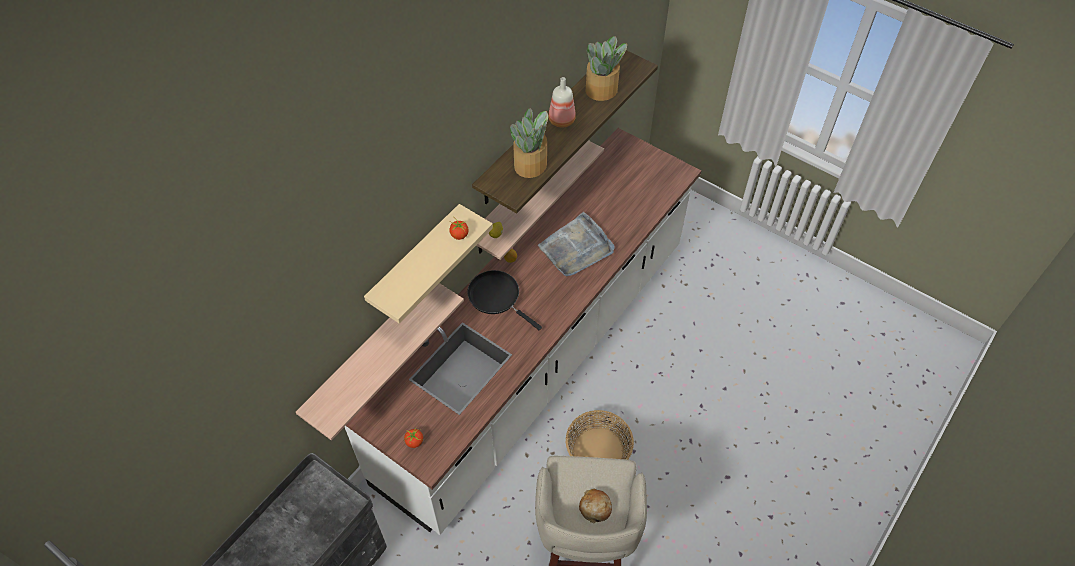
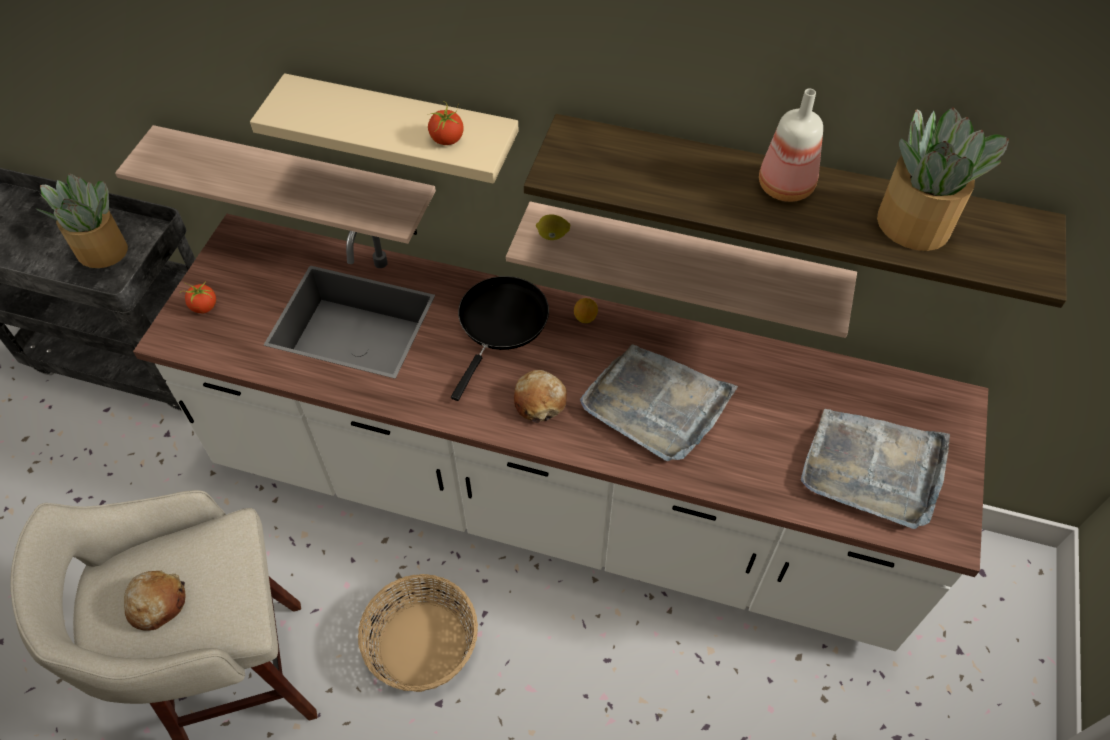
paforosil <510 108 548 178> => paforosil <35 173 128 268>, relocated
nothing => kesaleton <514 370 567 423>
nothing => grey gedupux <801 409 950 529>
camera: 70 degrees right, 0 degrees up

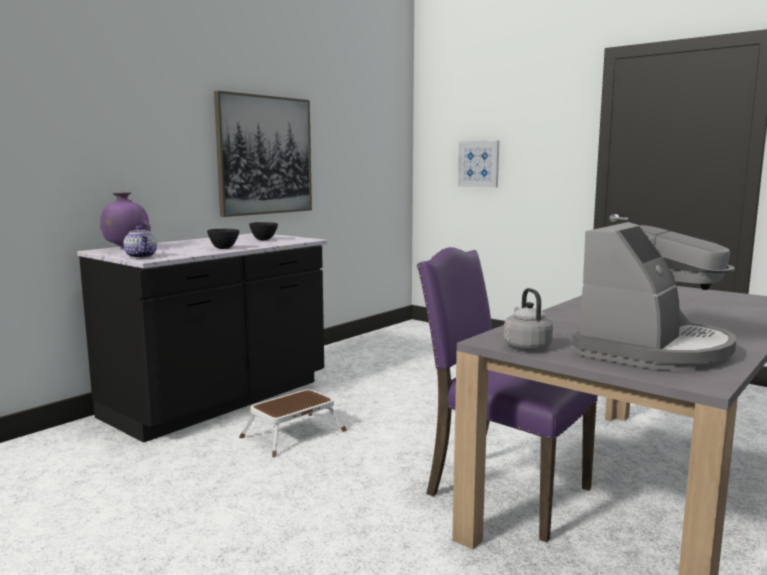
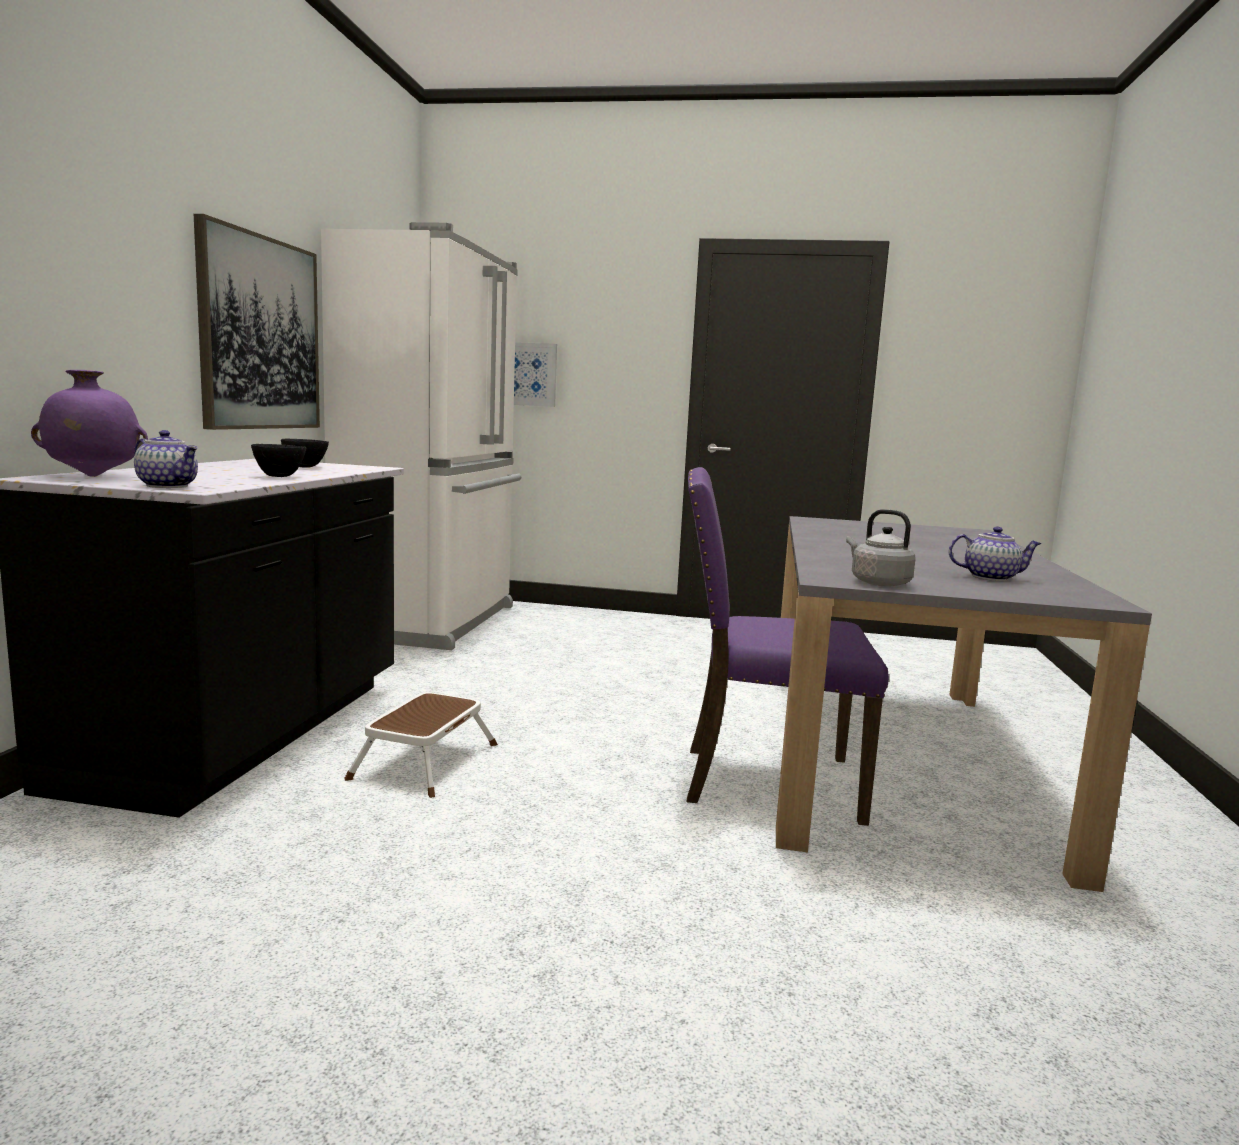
nothing => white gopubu <321 222 521 650>
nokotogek <572 222 736 371> => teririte <949 527 1042 581>
camera: 30 degrees left, 0 degrees up

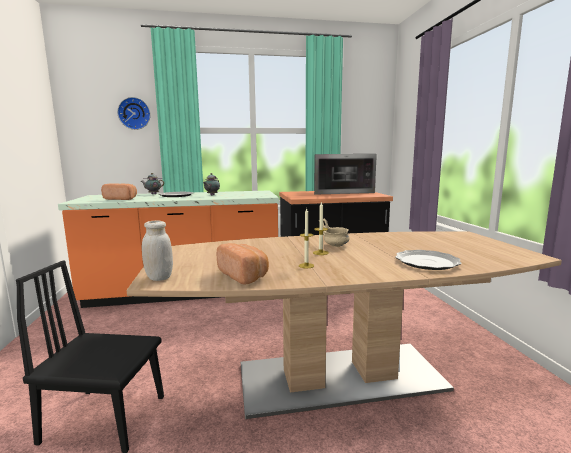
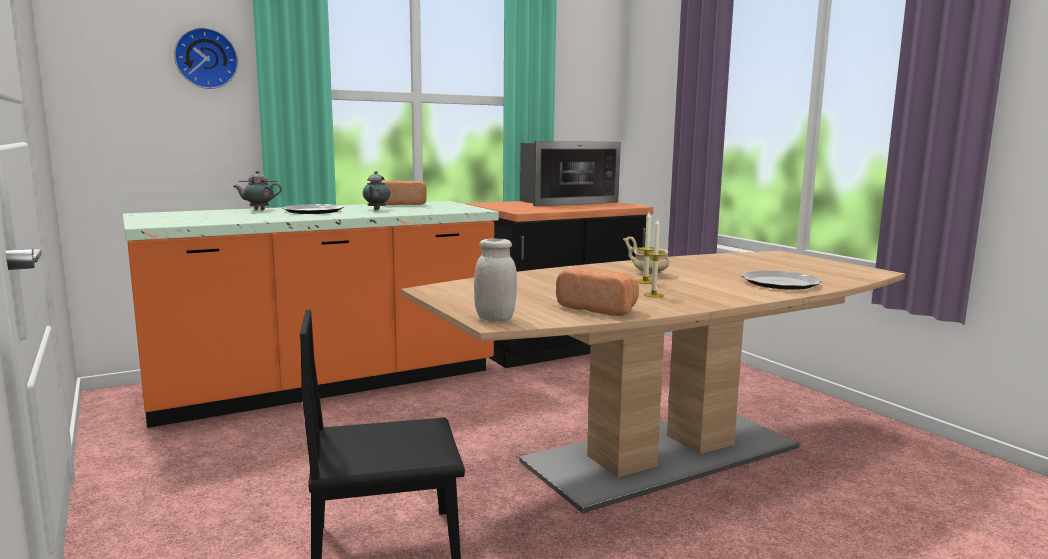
kesaleton <101 183 137 200> => kesaleton <382 181 427 205>, relocated
camera: 20 degrees left, 0 degrees up

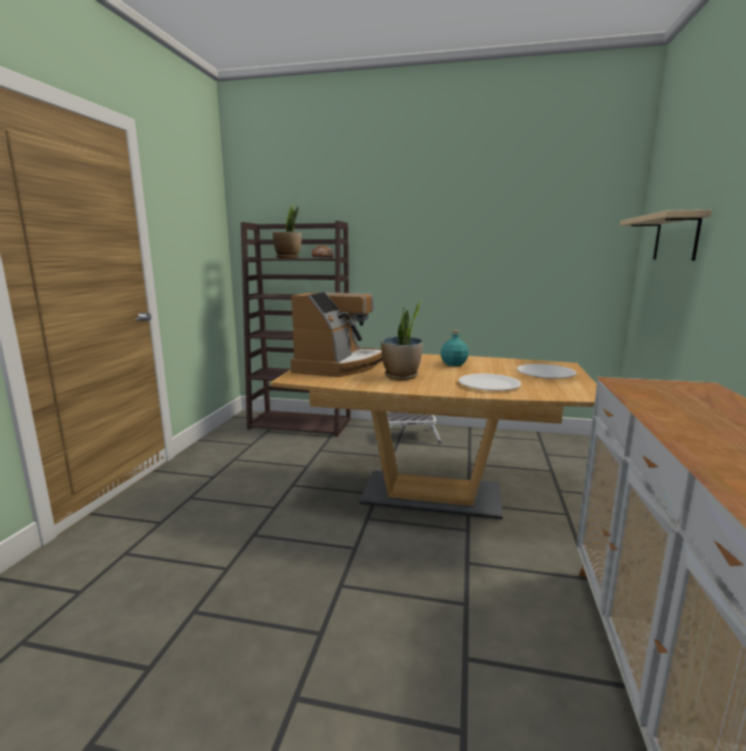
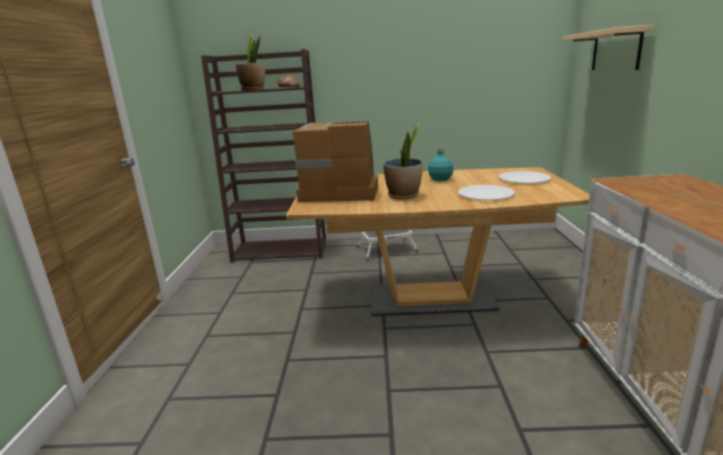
nokotogek <290 292 383 377> => nokotogek <293 121 378 202>, 90 degrees counterclockwise
camera: 10 degrees left, 5 degrees up

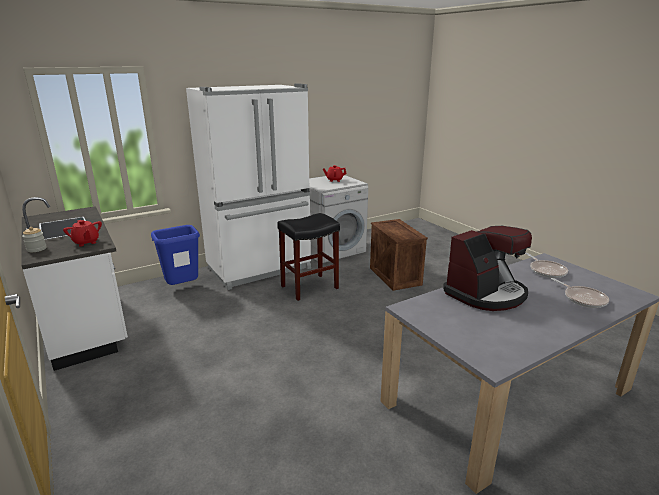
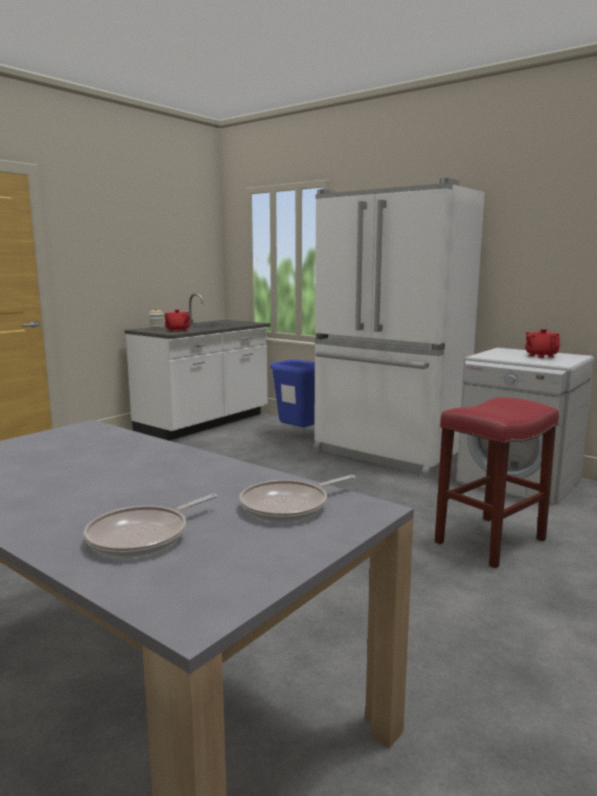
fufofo <370 219 428 291> => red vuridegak <435 397 559 568>
black vuridegak <277 213 340 301> => nothing
nokotogek <443 226 532 311> => nothing
camera: 70 degrees right, 10 degrees down

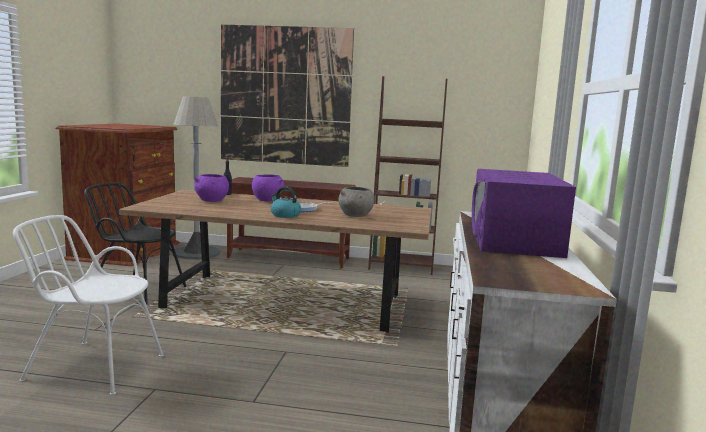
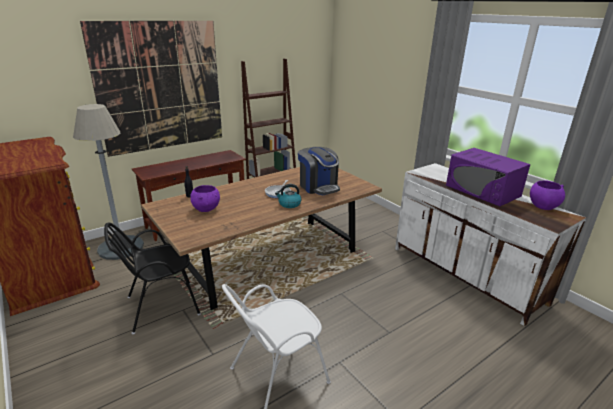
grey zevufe <338 187 375 217> => nokotogek <298 147 340 195>
purple zevufe <252 174 284 201> => purple zevufe <530 180 565 210>, relocated
camera: 45 degrees left, 15 degrees up

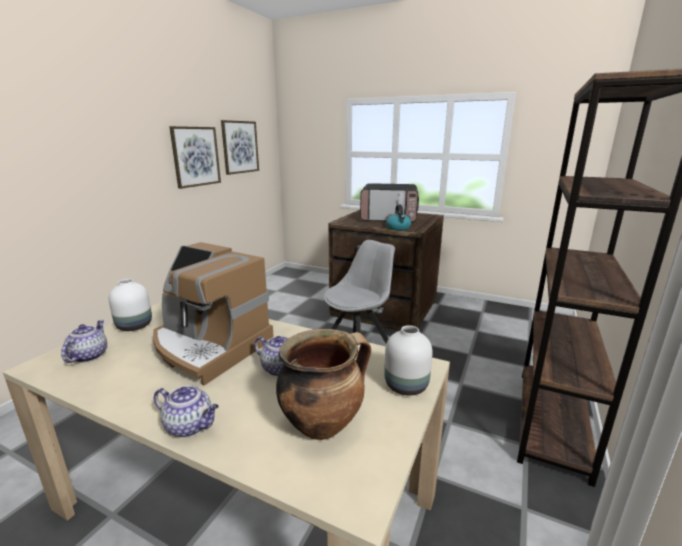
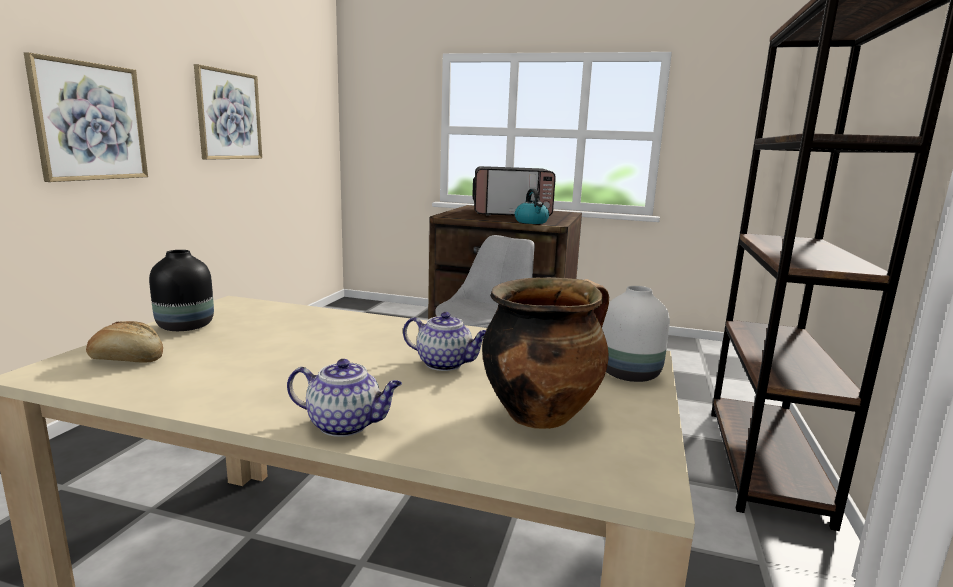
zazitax <221 120 259 175> => zazitax <24 52 148 182>, relocated
teririte <61 320 107 363> => kesaleton <86 321 163 363>
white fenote <109 279 152 331> => black fenote <149 250 214 331>
nokotogek <153 242 274 386> => nothing
camera: 10 degrees left, 5 degrees down

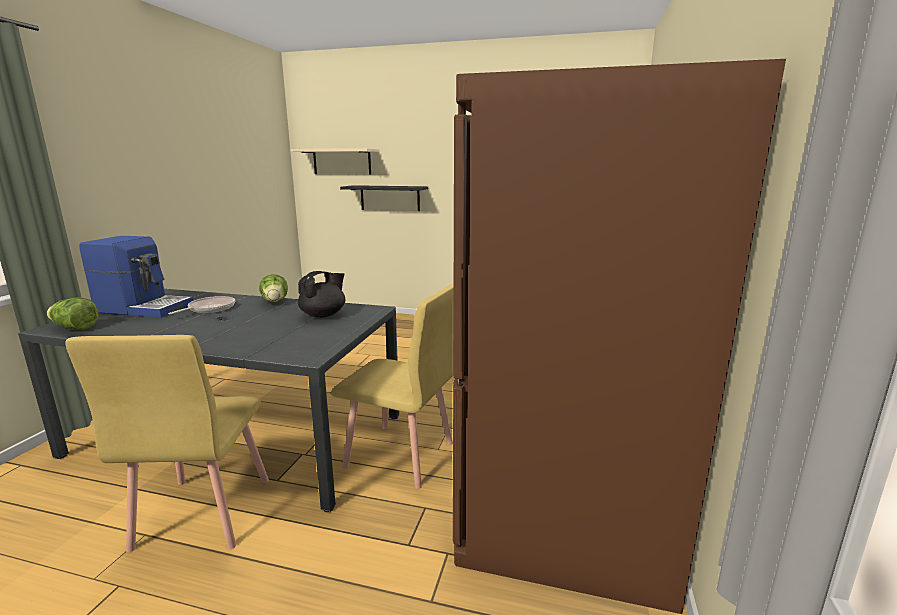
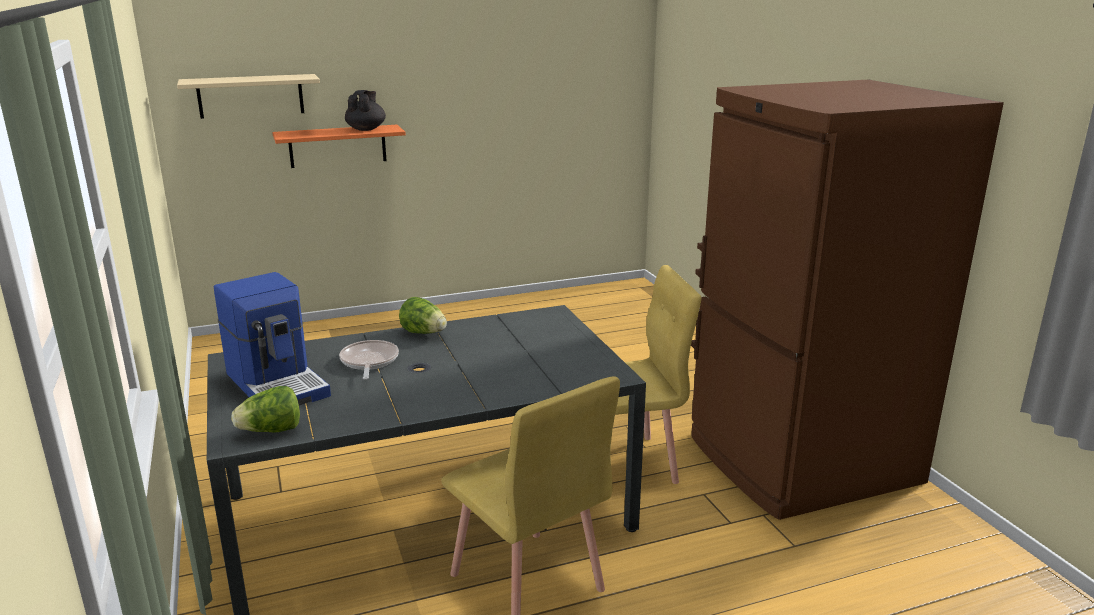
nokotogek <79 236 193 318> => nokotogek <214 272 331 405>, 75 degrees clockwise
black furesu <340 185 428 211> => orange furesu <272 125 406 168>
black teririte <298 271 345 318> => black teririte <345 90 386 131>, relocated
camera: 35 degrees left, 5 degrees up

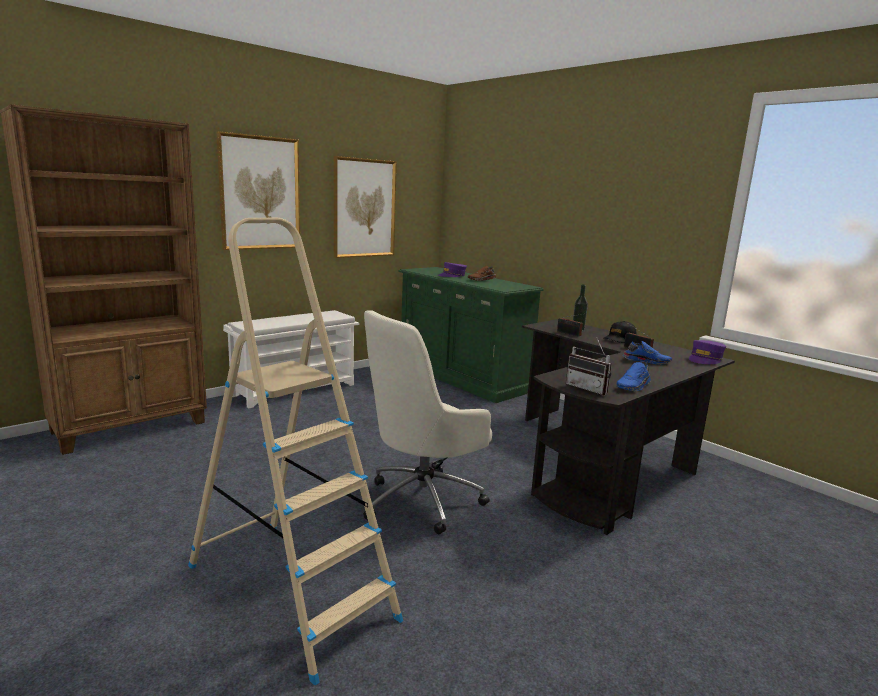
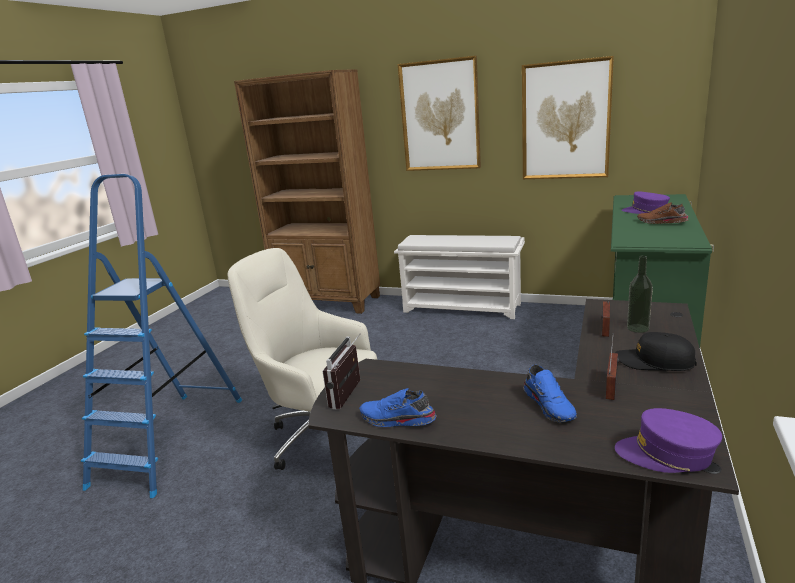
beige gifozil <188 218 403 685> => blue gifozil <81 174 242 498>
camera: 65 degrees right, 5 degrees up

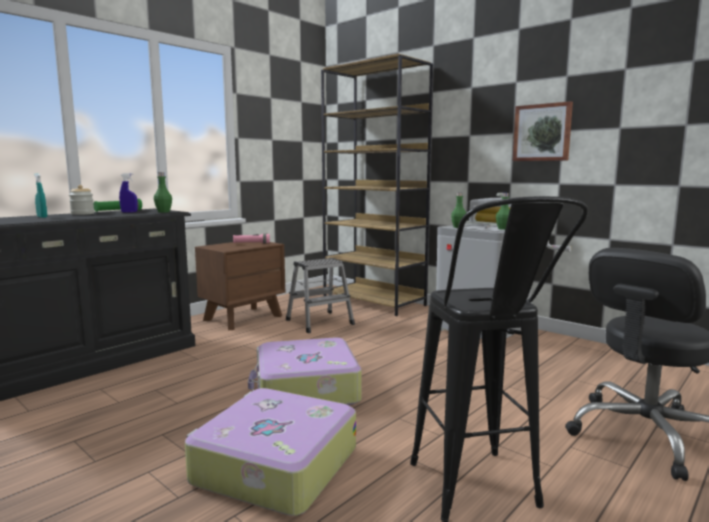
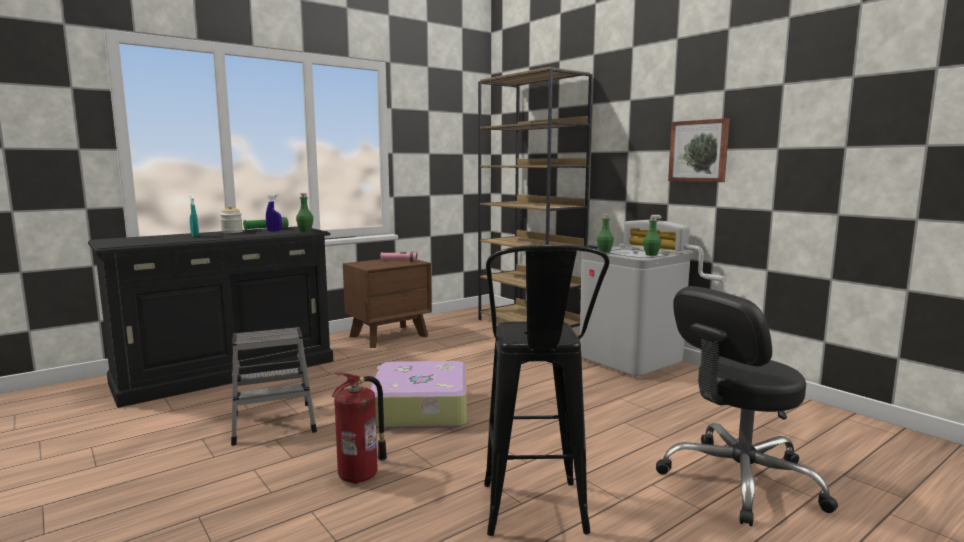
grey gifozil <286 258 355 333> => grey gifozil <231 327 317 446>, relocated
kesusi <185 388 356 516> => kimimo <332 372 387 484>
camera: 10 degrees right, 0 degrees up

